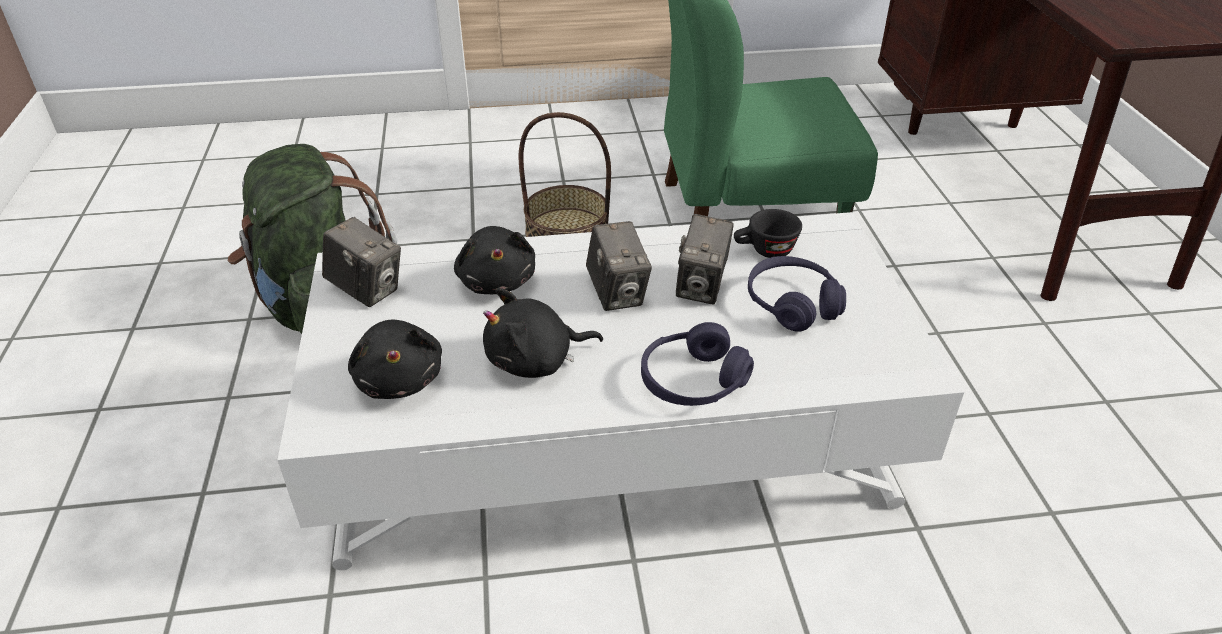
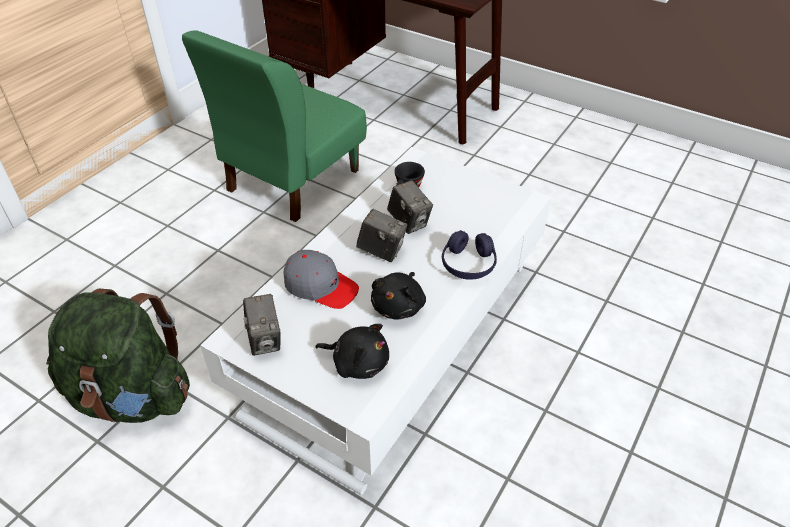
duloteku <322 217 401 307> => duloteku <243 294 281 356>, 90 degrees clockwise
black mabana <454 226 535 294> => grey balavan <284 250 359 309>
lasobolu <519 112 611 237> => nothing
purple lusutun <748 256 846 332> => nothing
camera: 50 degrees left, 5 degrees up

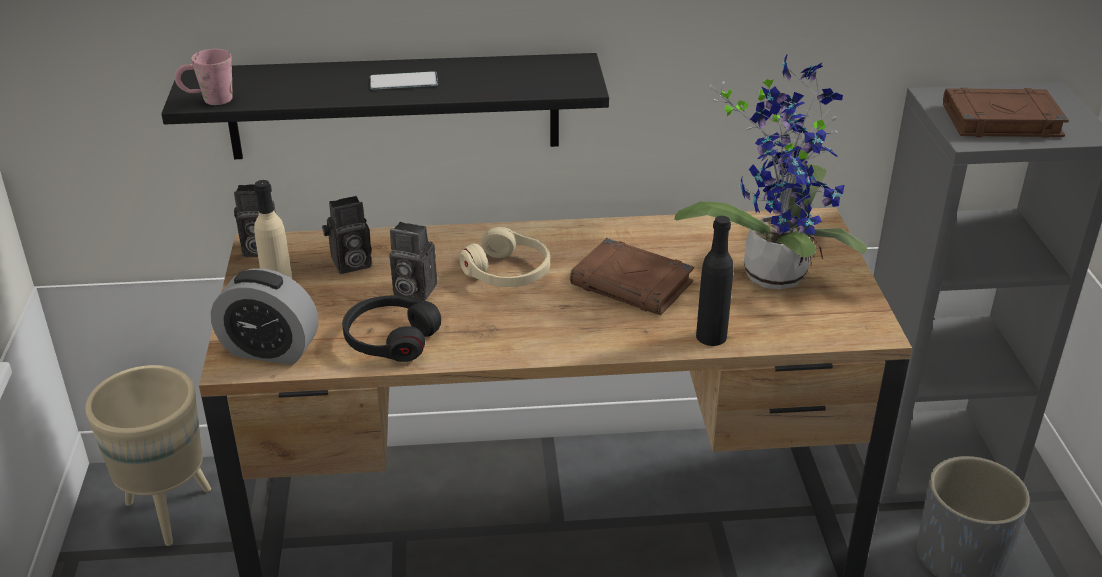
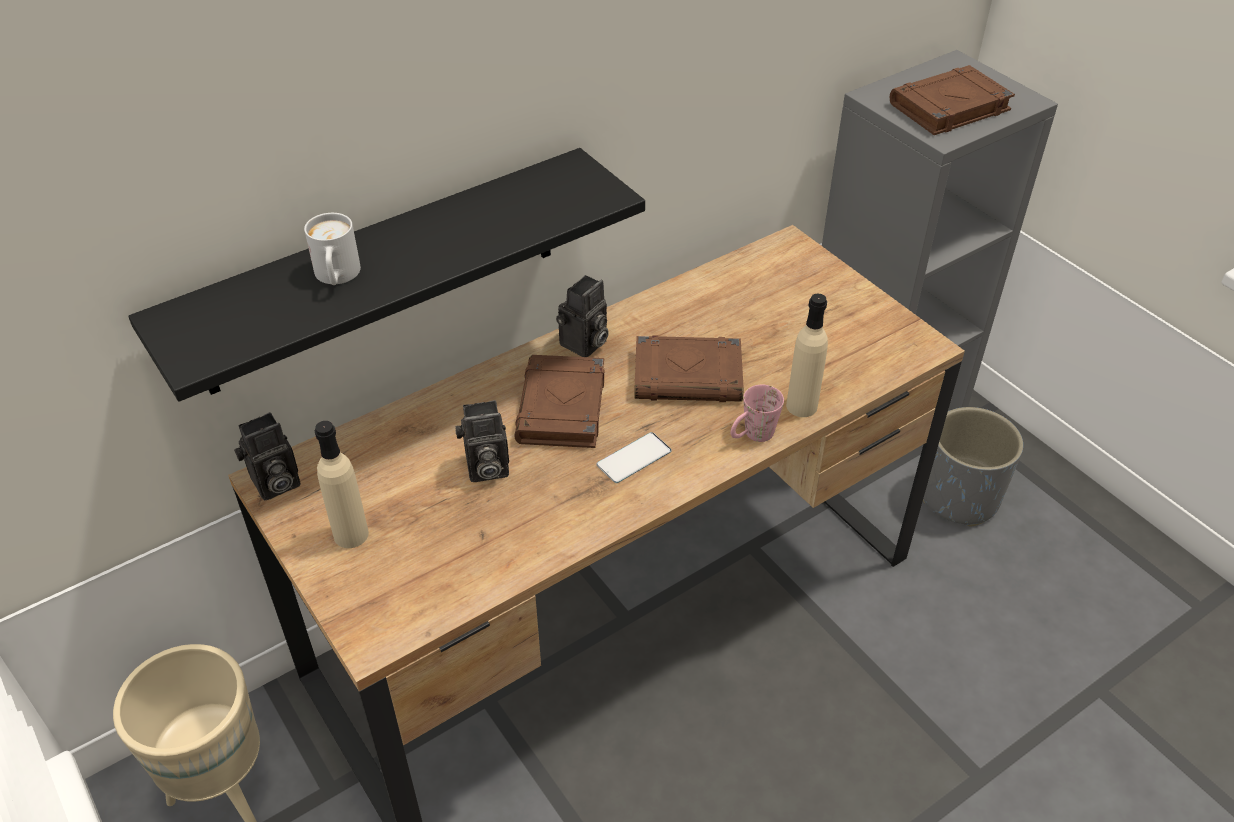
nothing => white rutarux <304 213 361 285>
beige lusutun <459 227 550 287> => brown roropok <514 355 605 448>
duloteku <322 196 372 274> => duloteku <556 275 609 357>, relocated
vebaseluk <370 71 438 90> => vebaseluk <597 432 672 483>, relocated
pink rutarux <175 49 233 105> => pink rutarux <731 385 784 442>, relocated
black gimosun <696 216 734 346> => beige gimosun <786 294 828 417>
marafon <211 268 318 365> => nothing
black lusutun <342 296 441 362> => nothing
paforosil <674 54 867 290> => nothing
camera: 30 degrees left, 10 degrees up

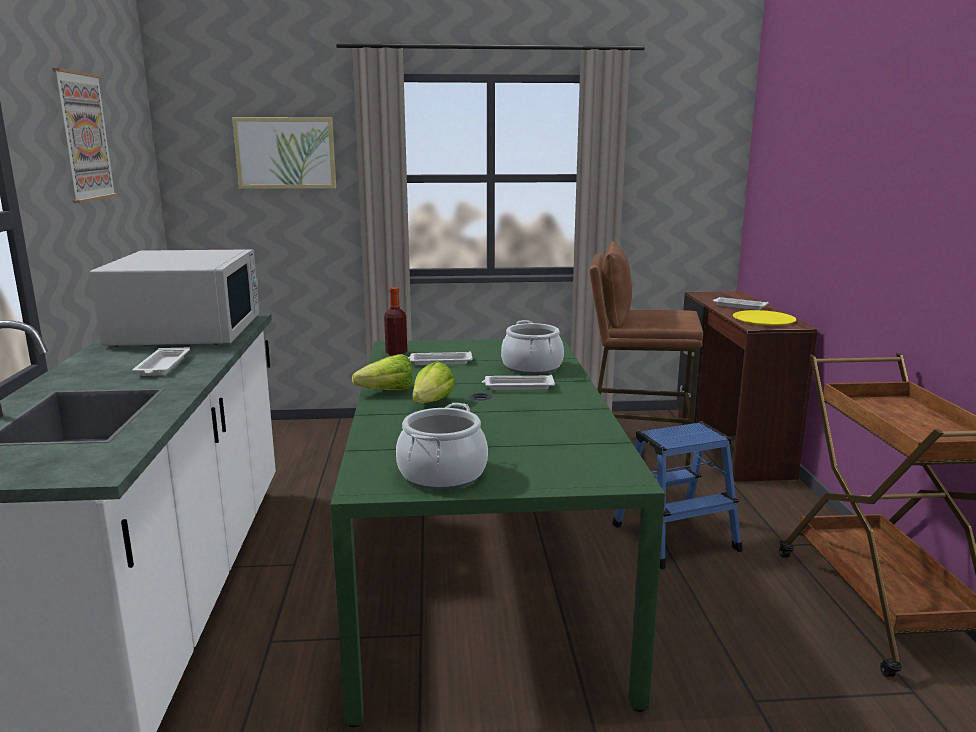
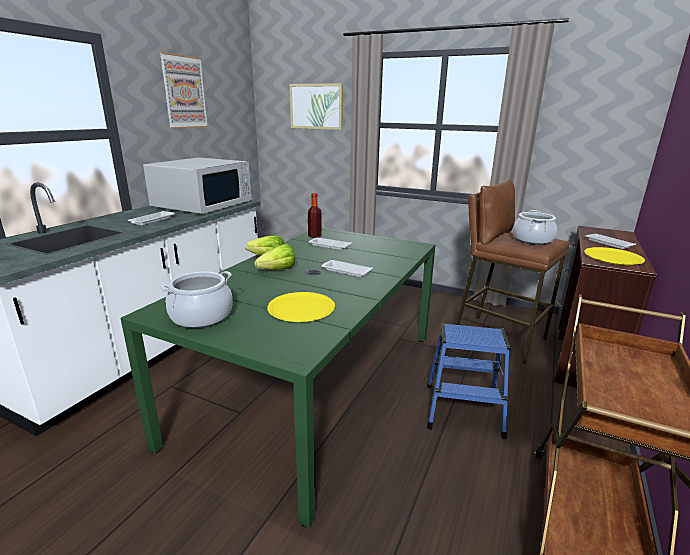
nothing => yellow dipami <267 292 335 322>
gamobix <501 320 564 374> => gamobix <513 210 557 245>, relocated
camera: 30 degrees right, 5 degrees up

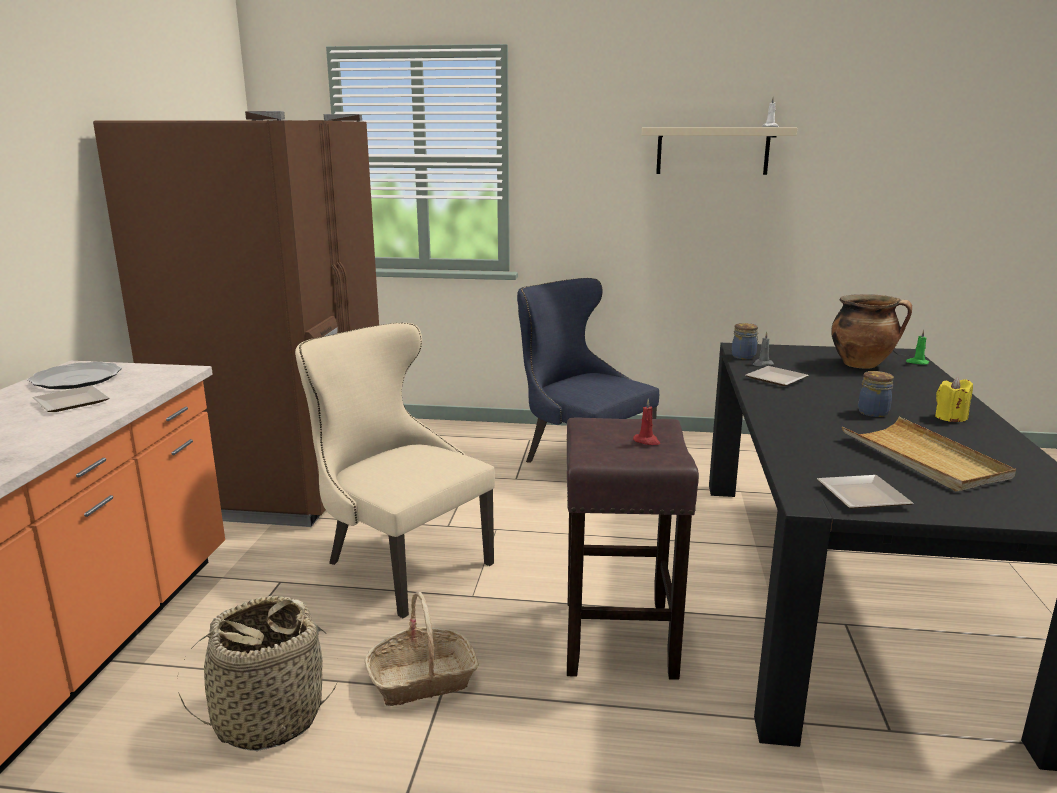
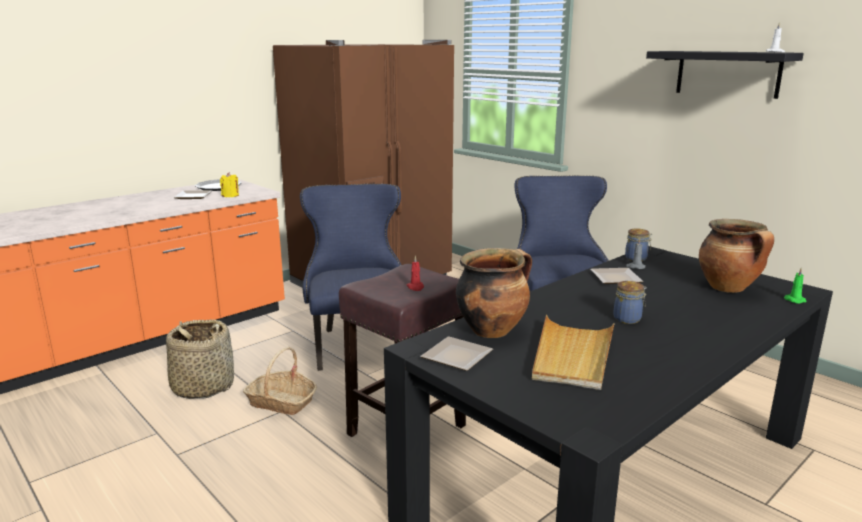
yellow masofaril <935 377 973 422> => yellow masofaril <220 172 239 197>, relocated
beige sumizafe <295 323 495 618> => blue sumizafe <300 184 401 371>
nothing => gamobix <456 248 532 338>
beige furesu <641 127 797 175> => black furesu <646 51 804 99>
camera: 40 degrees right, 0 degrees up

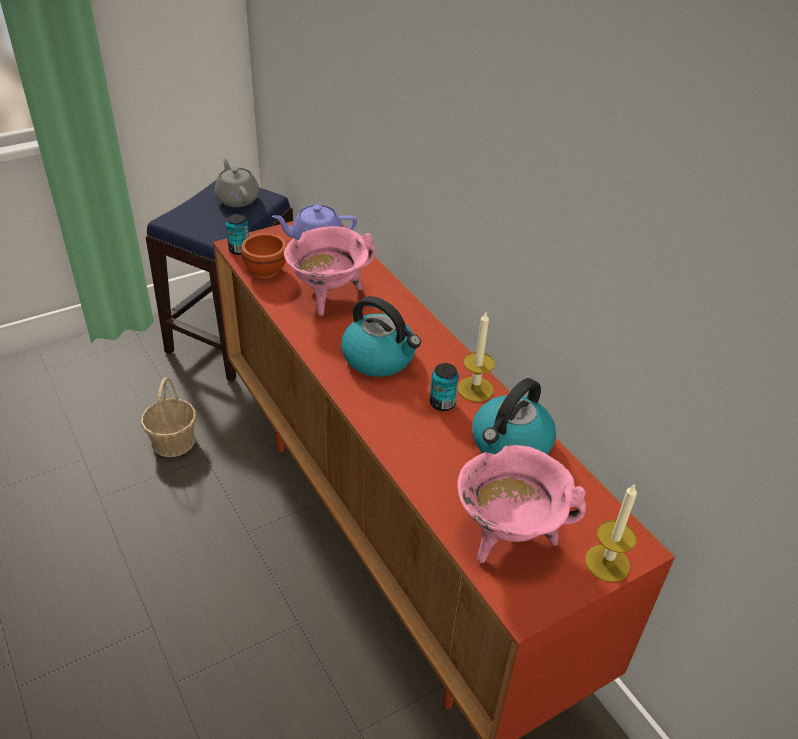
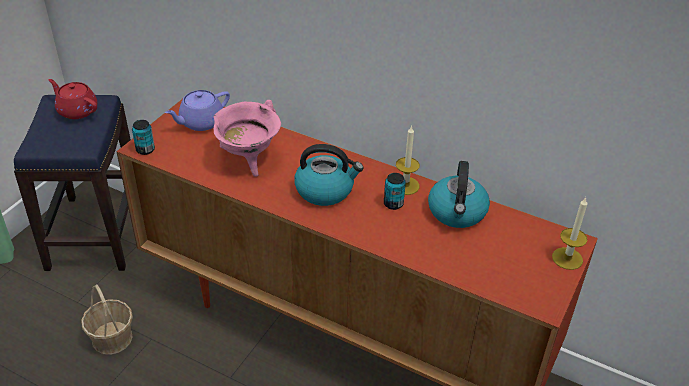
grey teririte <214 159 259 207> => red teririte <48 79 97 119>
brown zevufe <241 234 286 278> => nothing
pink gamobix <457 445 586 563> => nothing
camera: 30 degrees left, 0 degrees up

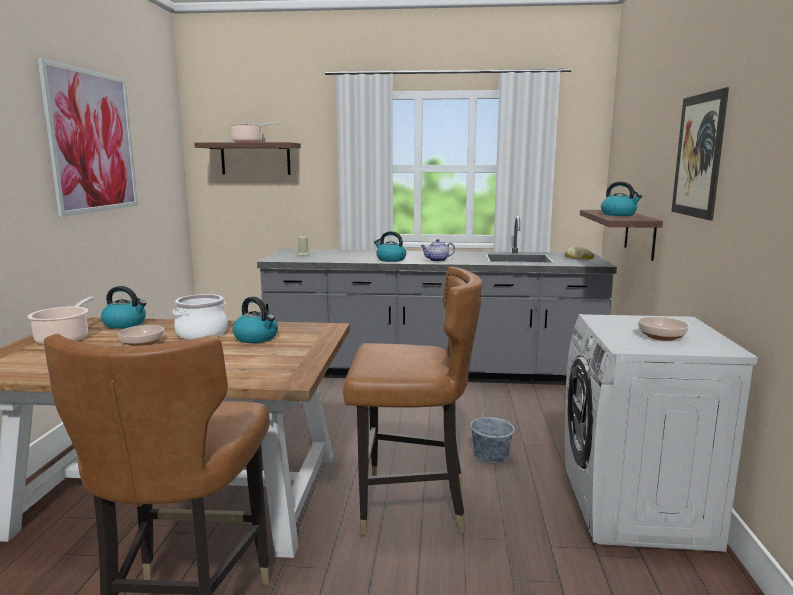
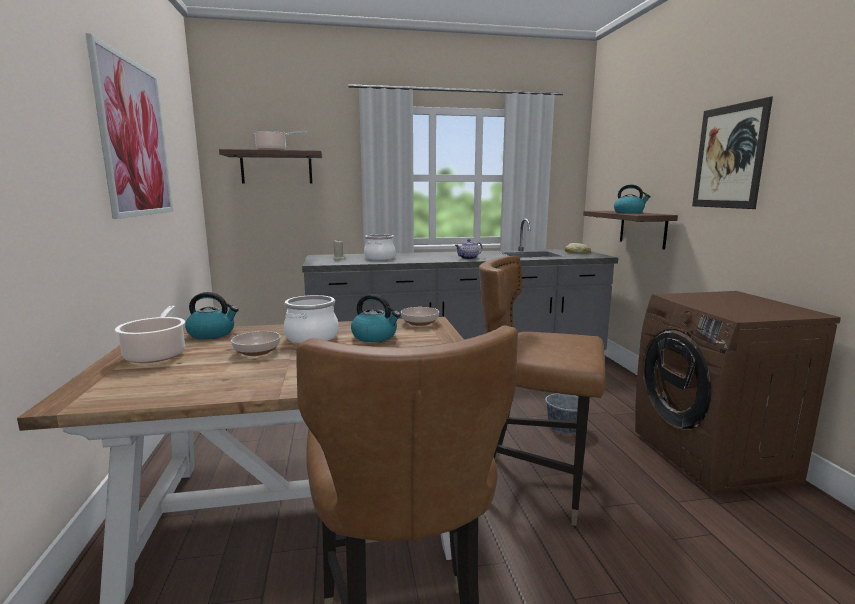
nothing => gamobix <364 234 396 260>
zevufe <638 317 689 341> => zevufe <401 307 439 326>, relocated
brown sumizafe <343 267 483 536> => brown sumizafe <479 256 605 526>, 150 degrees counterclockwise
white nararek <565 314 758 552> => brown nararek <635 291 841 493>
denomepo <374 231 406 262> => nothing
camera: 15 degrees left, 0 degrees up

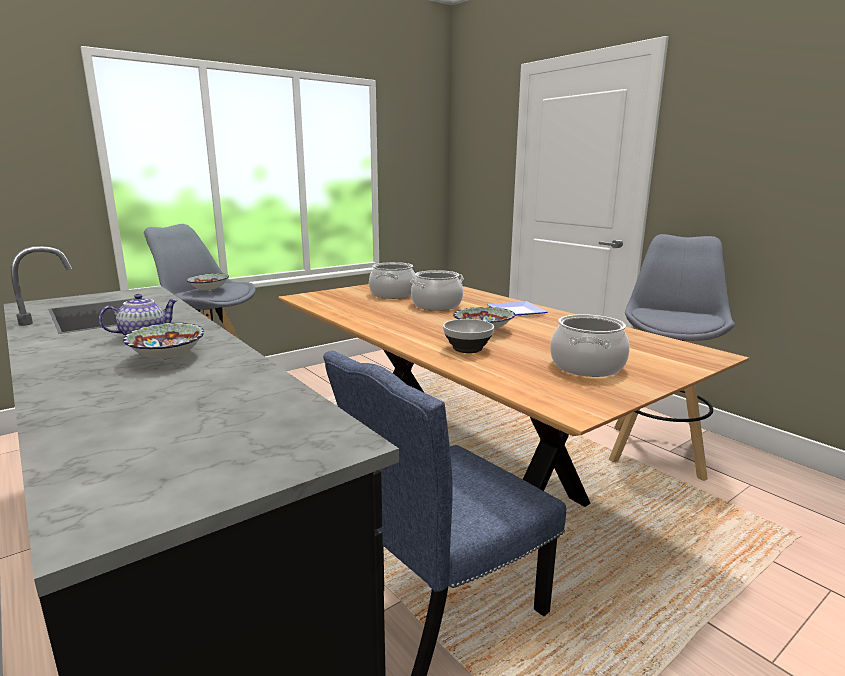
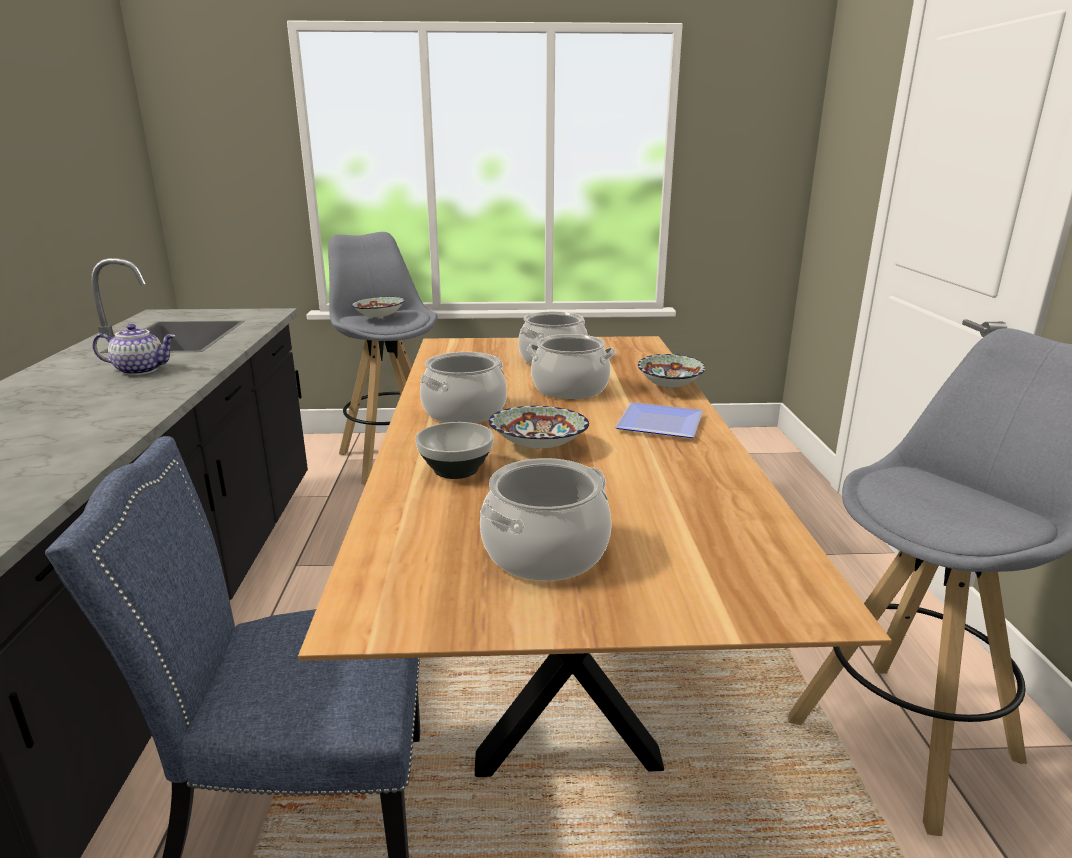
nothing => gamobix <420 352 507 423>
zevufe <123 323 204 359> => zevufe <638 354 705 388>, relocated
camera: 35 degrees right, 5 degrees up

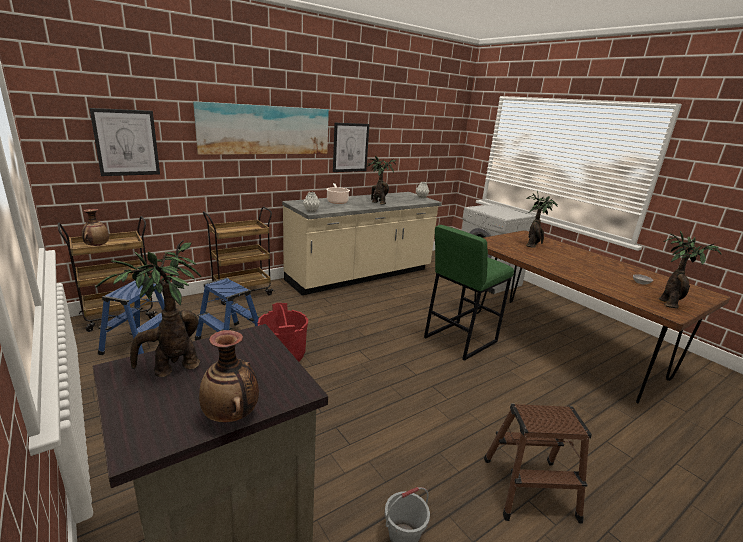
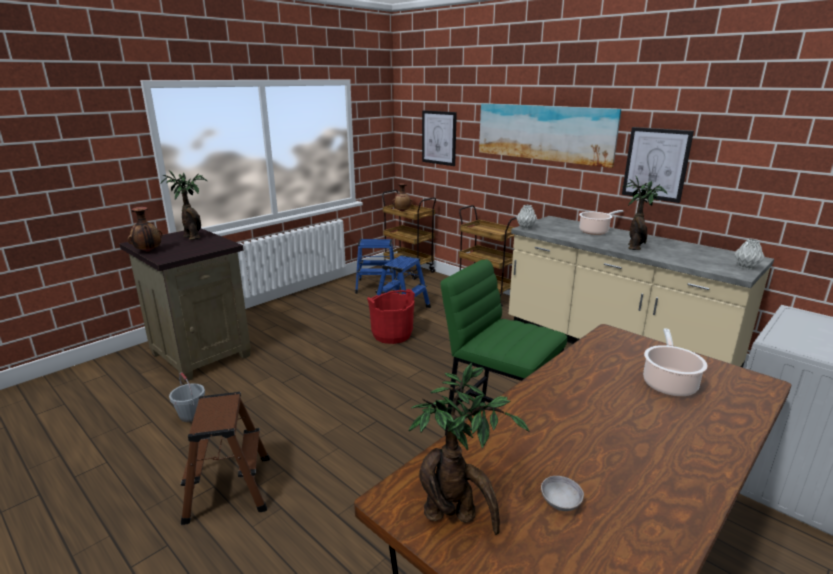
paforosil <526 191 558 248> => gamobix <643 328 708 397>
camera: 80 degrees right, 0 degrees up

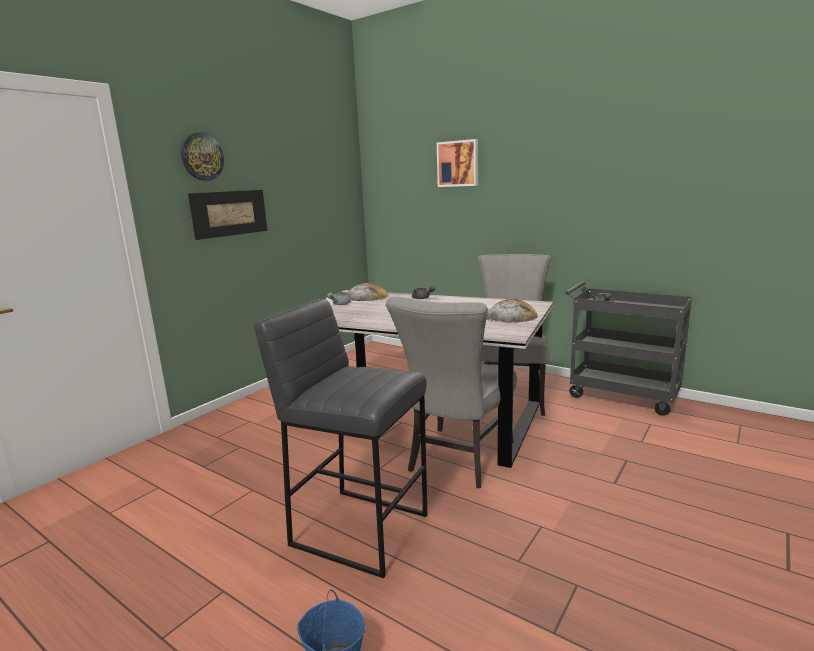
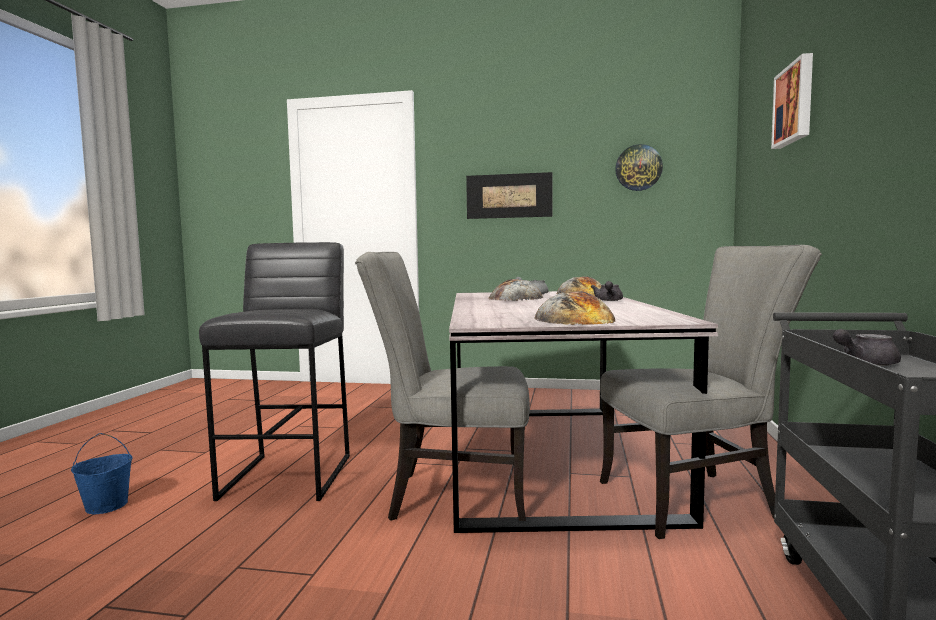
nothing => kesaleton <488 279 543 301>
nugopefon <181 132 224 181> => nugopefon <615 144 663 191>, relocated
camera: 65 degrees right, 10 degrees down

